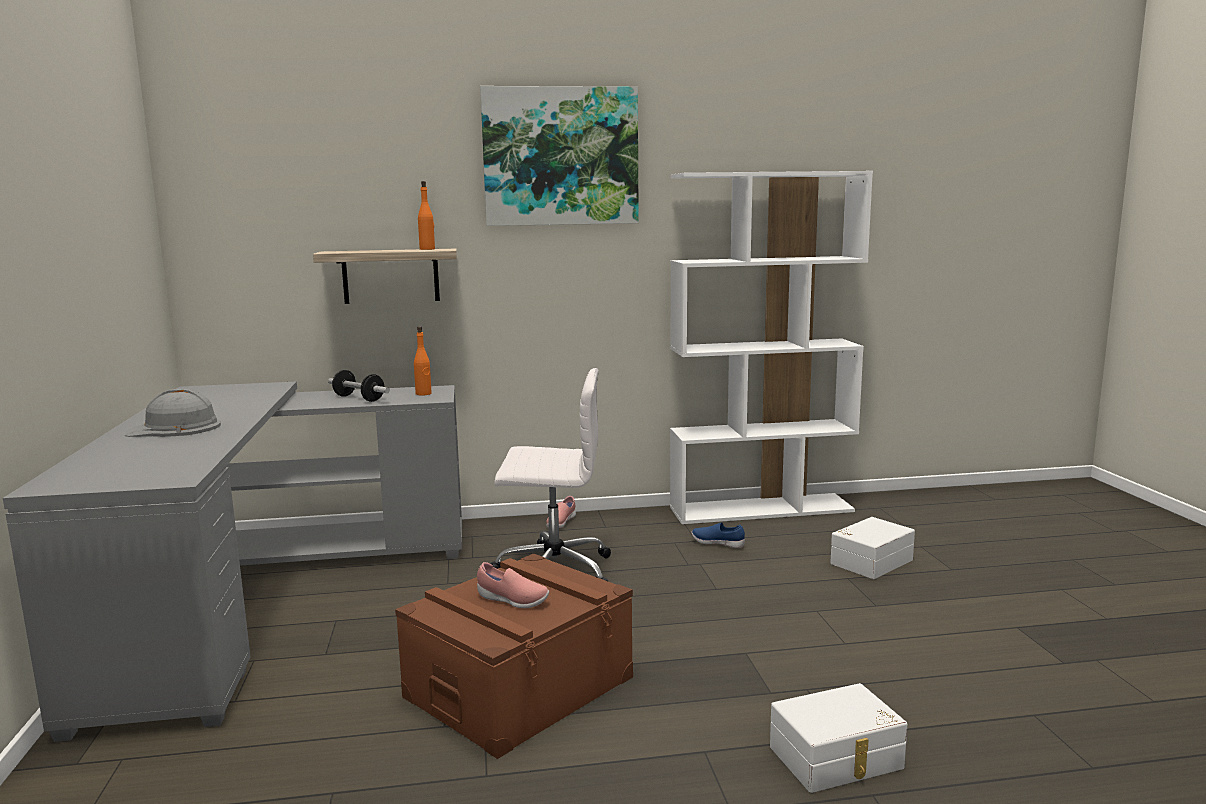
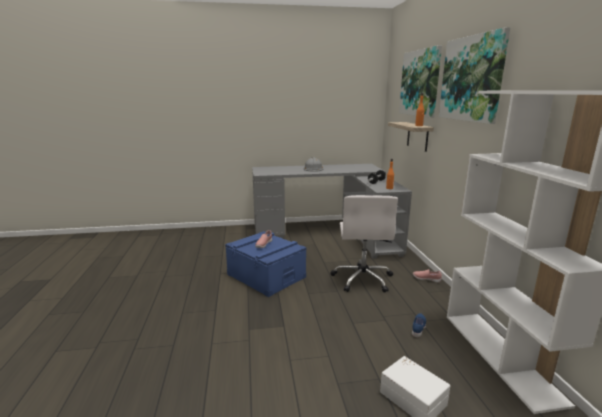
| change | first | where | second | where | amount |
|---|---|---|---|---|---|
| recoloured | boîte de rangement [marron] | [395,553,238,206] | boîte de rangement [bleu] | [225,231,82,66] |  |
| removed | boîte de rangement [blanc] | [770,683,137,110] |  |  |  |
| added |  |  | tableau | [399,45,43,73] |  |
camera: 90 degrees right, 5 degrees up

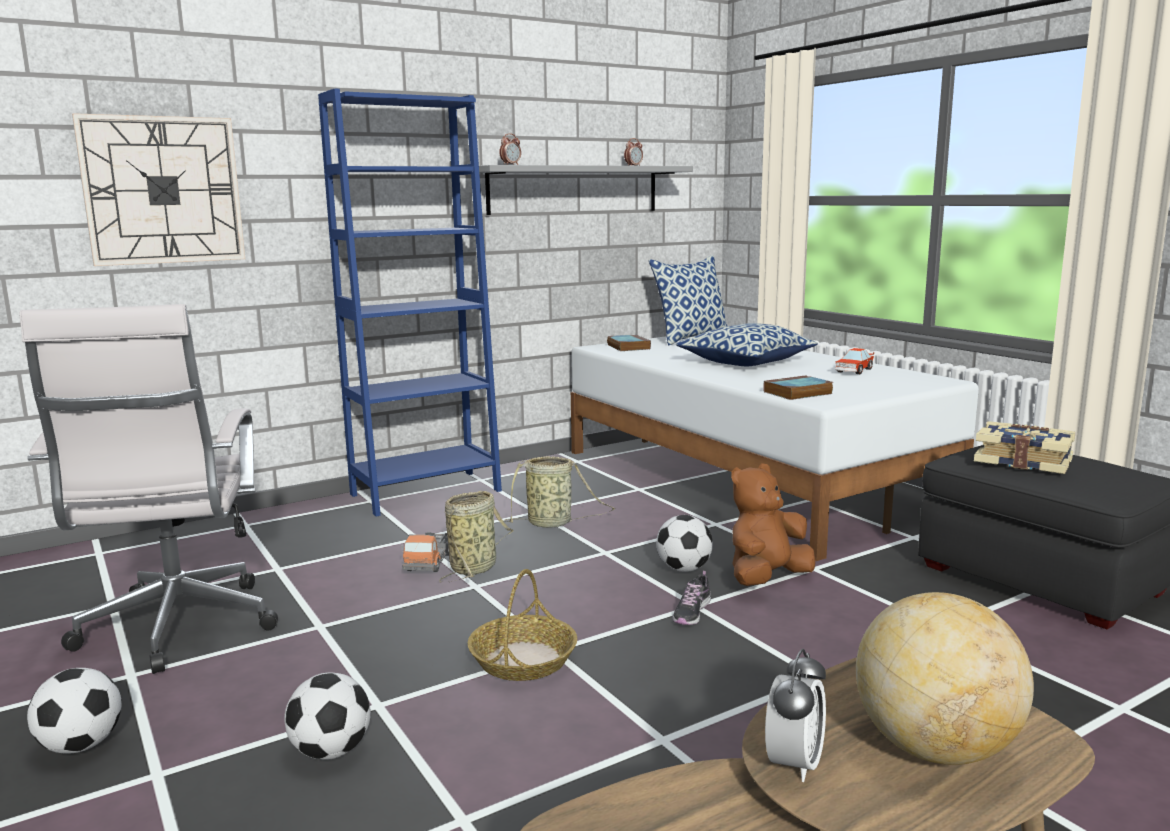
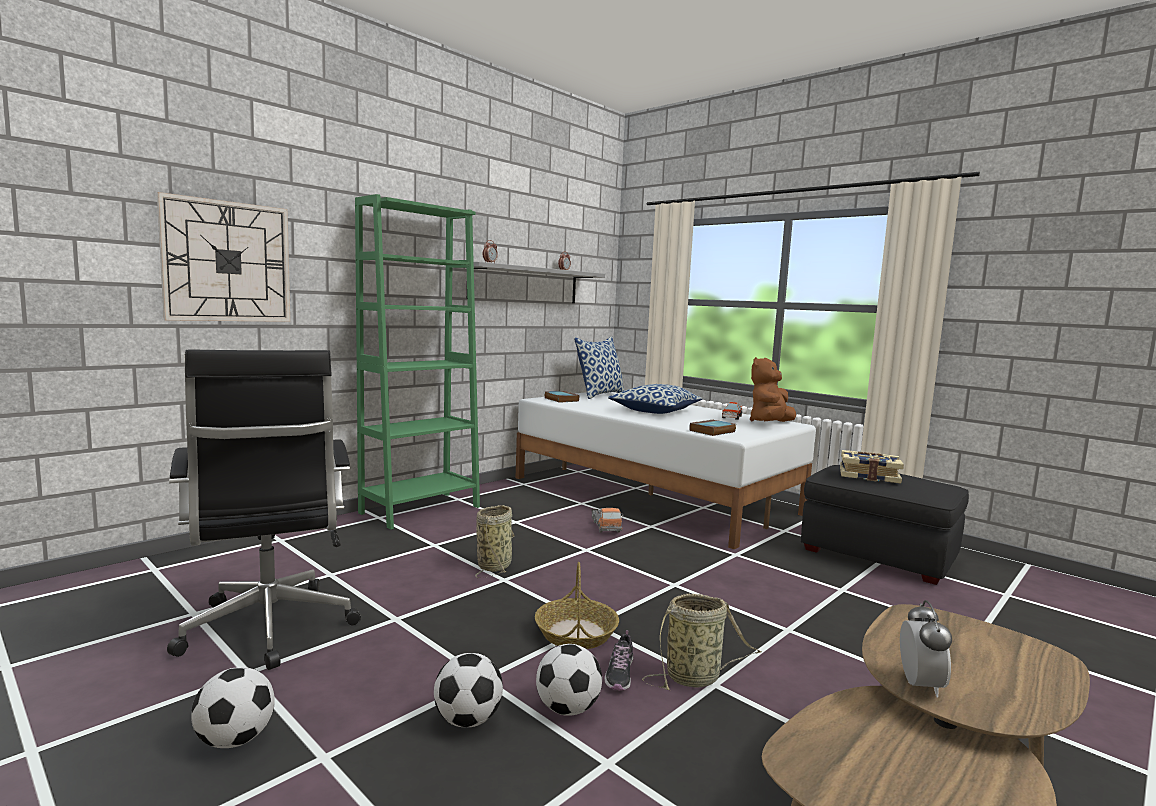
| change | first | where | second | where | amount |
|---|---|---|---|---|---|
| recoloured | chaise de bureau [blanc] | [19,304,259,370] | chaise de bureau [noir] | [167,350,194,320] |  |
| recoloured | bibliothèque [bleu] | [318,89,184,428] | bibliothèque [vert] | [355,194,125,336] |  |
| moved | camion jouet | [401,532,48,40] |  | [591,508,32,24] |  |
| moved | panier | [504,456,111,72] |  | [642,594,120,96] |  |
| moved | ballon de foot | [656,515,57,57] |  | [536,644,66,72] |  |
| moved | chaussure | [672,571,39,54] |  | [604,630,29,60] |  |
| moved | peluche [marron] | [731,463,85,123] |  | [750,357,46,65] |  |
| removed | globe | [856,592,178,173] |  |  |  |
camera: 15 degrees left, 5 degrees down

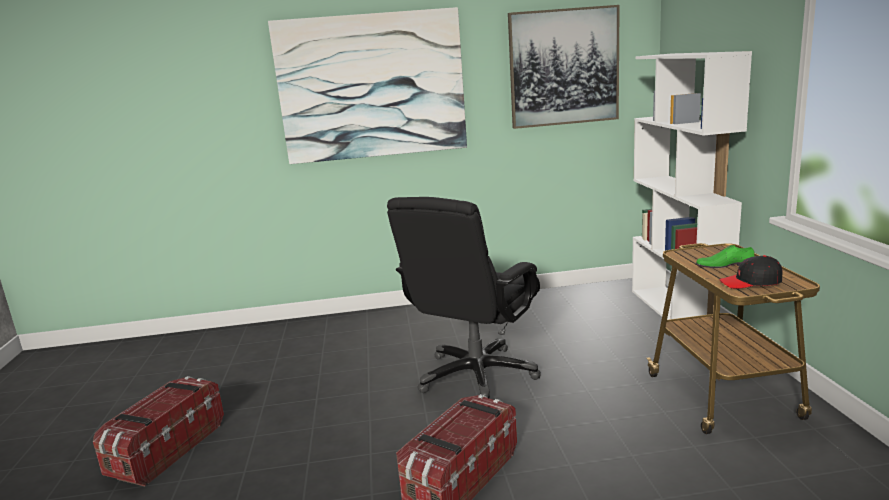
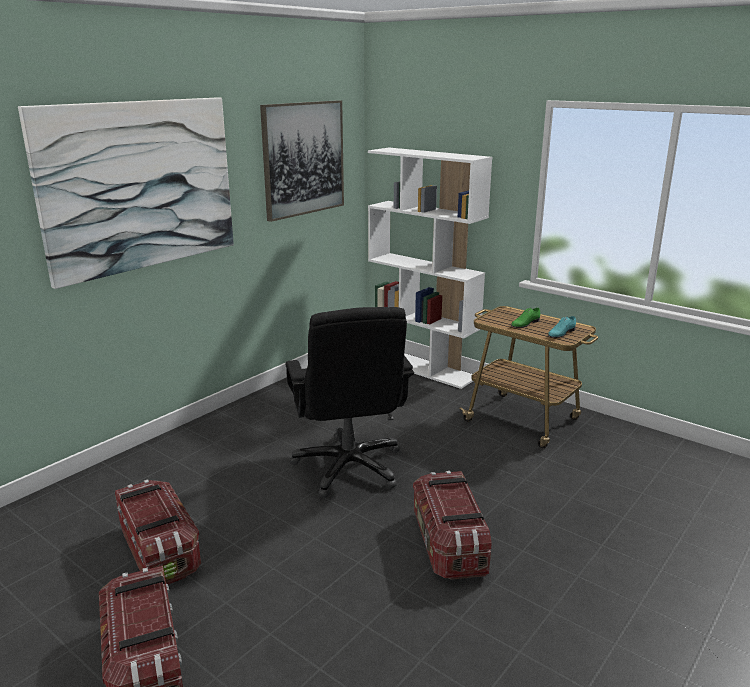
| change | first | where | second | where | amount |
|---|---|---|---|---|---|
| replaced | casquette [noir] | [719,255,63,34] | chaussure [turquoise] | [548,316,28,22] |  |
| added |  |  | boîte de rangement | [115,479,86,105] |  |
camera: 45 degrees left, 5 degrees up

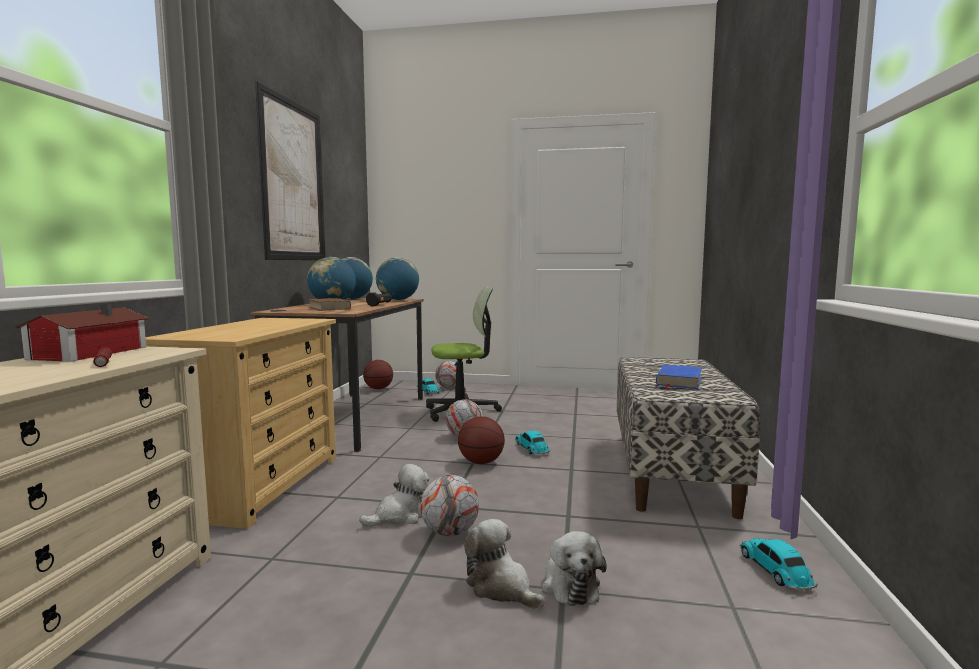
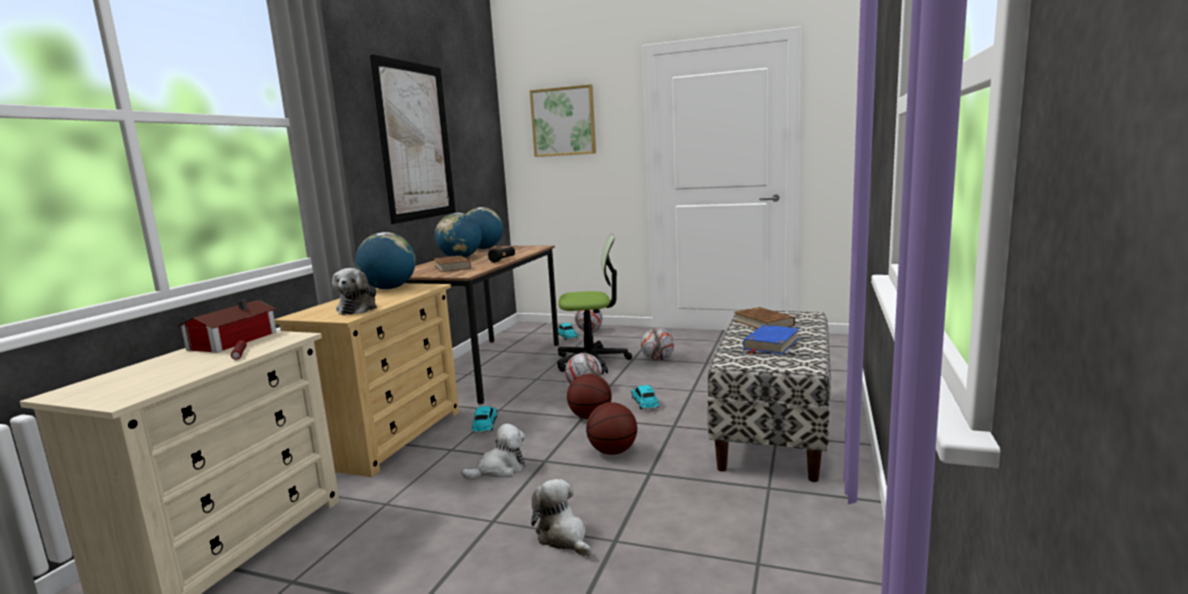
| change | first | where | second | where | amount |
|---|---|---|---|---|---|
| moved | ballon de basket | [363,360,30,29] |  | [586,402,51,53] |  |
| moved | globe | [376,257,43,43] |  | [356,232,60,57] |  |
| moved | ballon de foot | [420,475,59,61] |  | [641,328,33,33] |  |
| moved | peluche | [542,531,65,75] |  | [332,268,45,47] |  |
| moved | petite voiture | [740,538,78,53] |  | [471,406,26,27] |  |
| added |  |  | tableau | [530,84,66,73] |  |
| added |  |  | livre [marron] | [734,307,61,22] |  |
camera: 10 degrees right, 5 degrees up

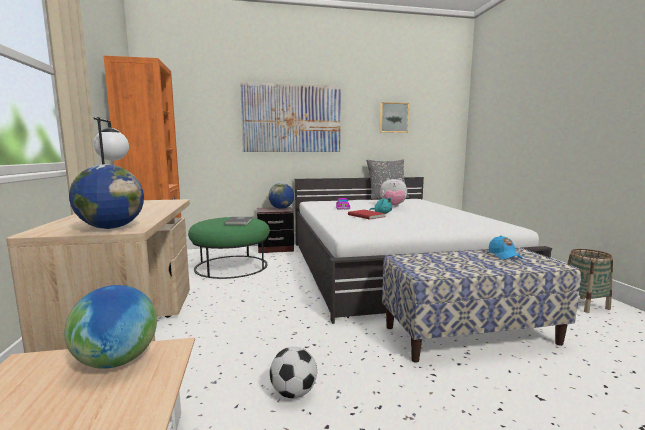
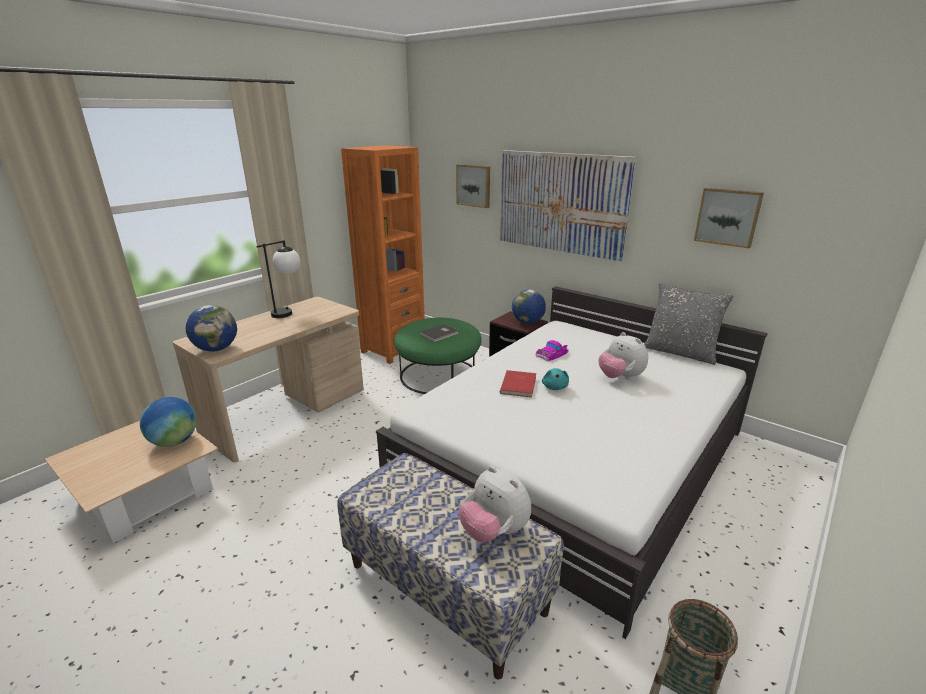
| change | first | where | second | where | amount |
|---|---|---|---|---|---|
| removed | ballon de foot | [270,347,47,51] |  |  |  |
| replaced | casquette [bleu] | [489,236,34,23] | peluche | [459,466,72,76] |  |
| added |  |  | tableau | [456,164,34,44] |  |
camera: 50 degrees right, 15 degrees up

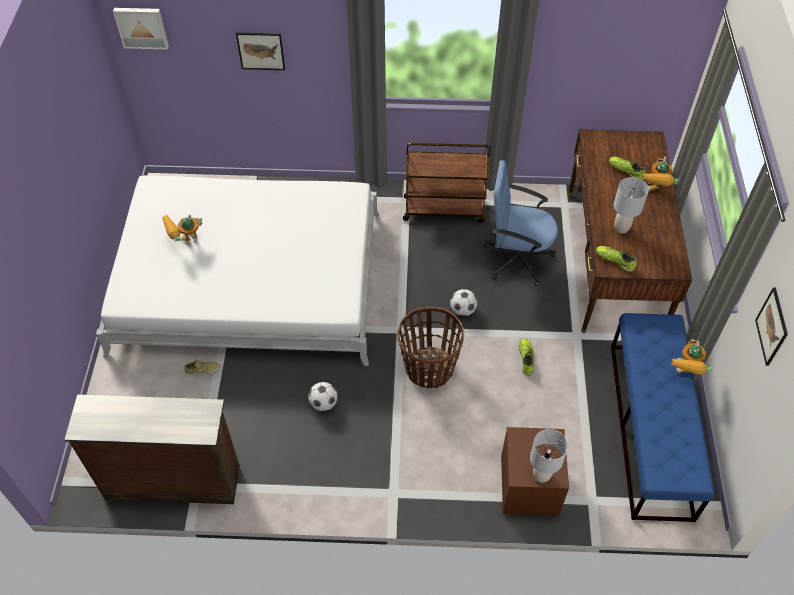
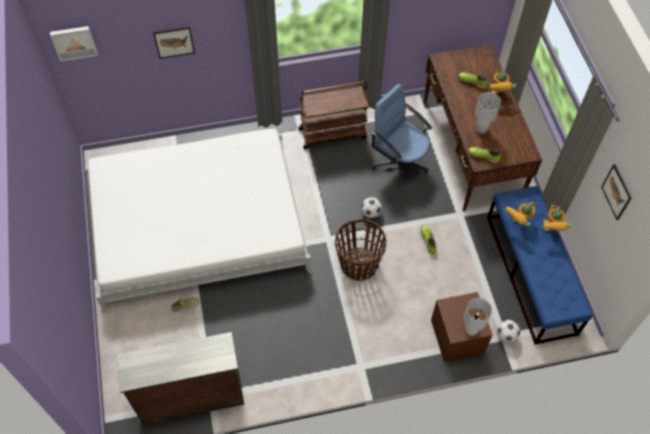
| change | first | where | second | where | amount |
|---|---|---|---|---|---|
| moved | robot jouet | [162,215,40,27] |  | [505,202,31,24] |  |
| moved | ballon de foot | [308,382,30,29] |  | [497,320,23,23] |  |
| turned | chaise de bureau [bleu] | [484,160,74,126] |  | [371,84,61,104] | 45 degrees clockwise |
camera: 15 degrees left, 5 degrees up

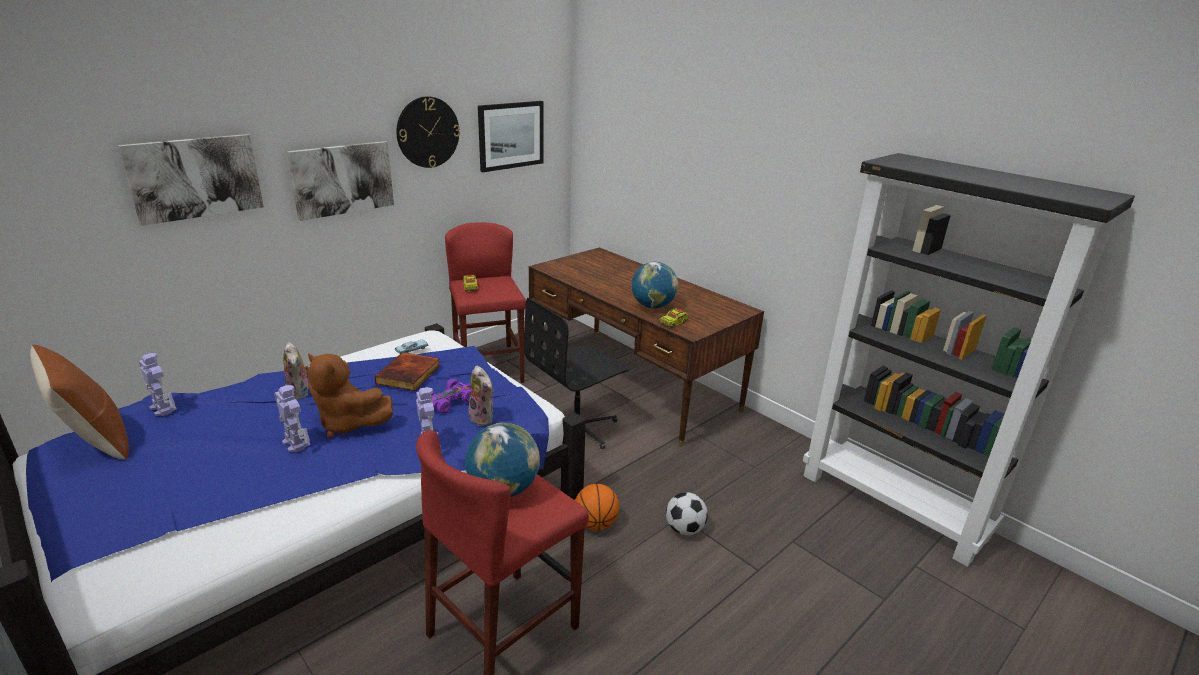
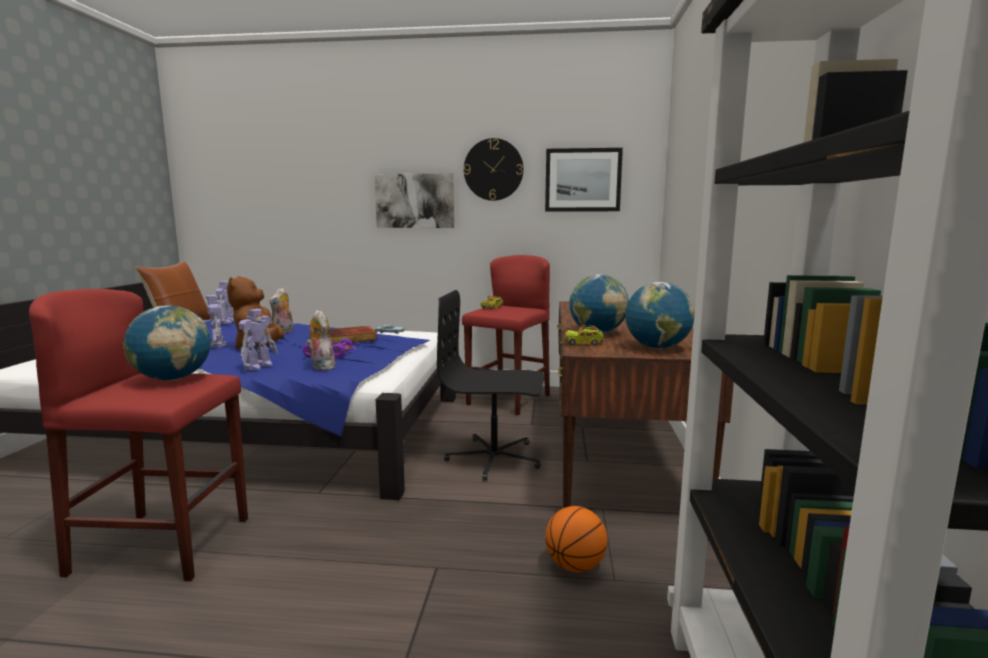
| change | first | where | second | where | amount |
|---|---|---|---|---|---|
| removed | tableau | [118,134,146,92] |  |  |  |
| turned | robot jouet | [274,385,36,67] |  | [206,295,21,53] | 150 degrees clockwise |
| turned | peluche | [469,365,25,61] |  | [306,310,29,60] | 135 degrees clockwise |
| moved | ballon de basket | [575,484,44,46] |  | [545,506,63,66] |  |
| removed | ballon de foot | [666,492,42,43] |  |  |  |
| added |  |  | globe | [625,282,70,67] |  |
camera: 50 degrees right, 15 degrees down

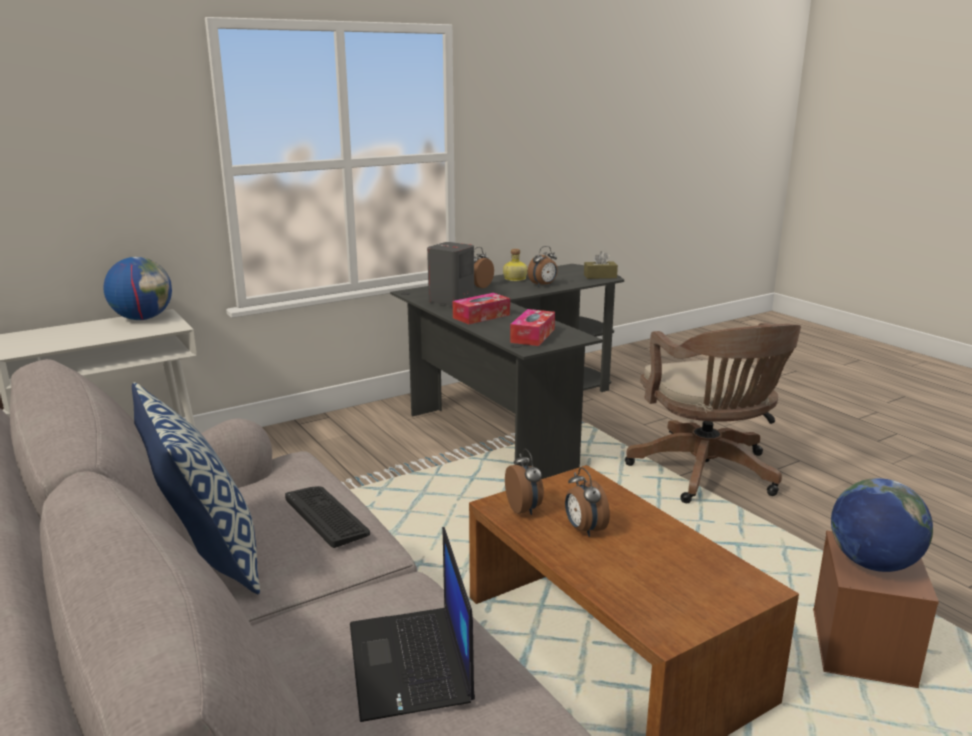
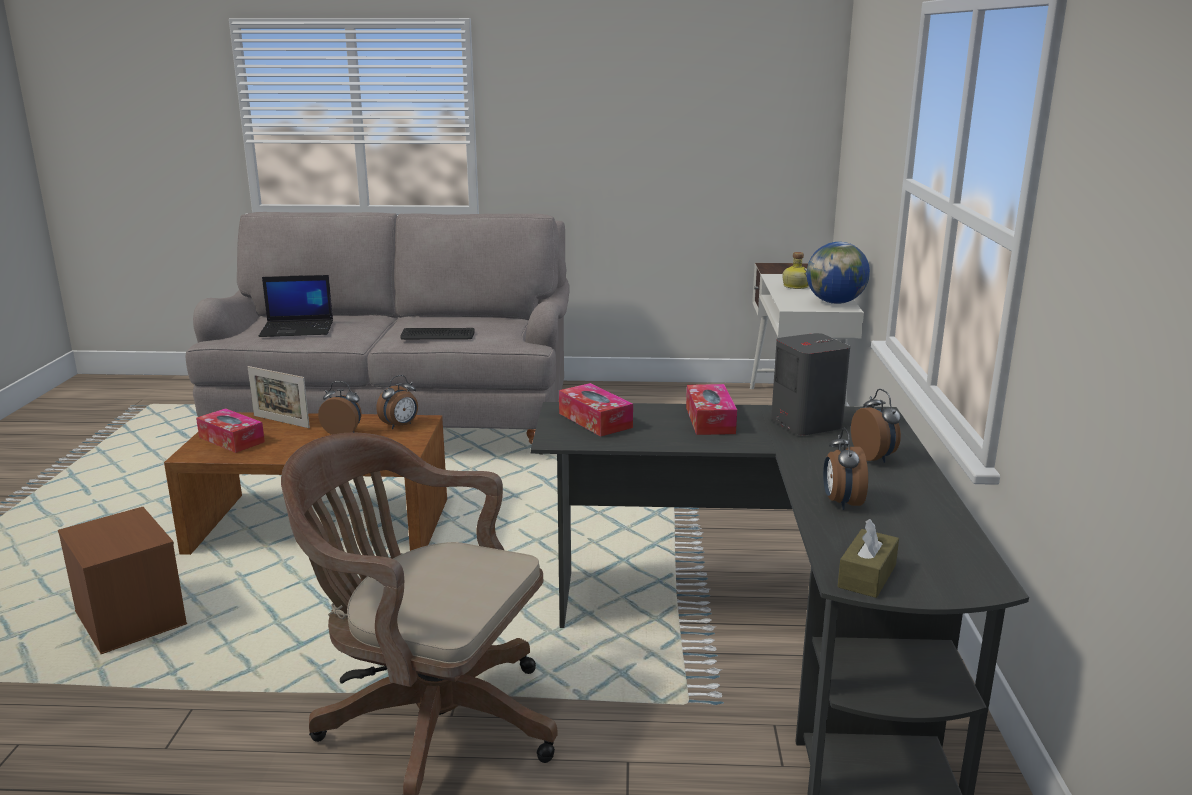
| change | first | where | second | where | amount |
|---|---|---|---|---|---|
| removed | coussin | [132,382,128,212] |  |  |  |
| turned | ordinateur portable | [350,527,125,195] |  | [259,275,74,62] | 150 degrees clockwise |
| moved | bouteille | [503,249,25,32] |  | [782,252,27,37] |  |
| turned | réveil | [505,448,39,67] |  | [376,375,42,54] | 60 degrees counterclockwise |
| removed | globe | [831,478,102,94] |  |  |  |
| added |  |  | boîte à mouchoirs | [196,408,69,45] |  |
| added |  |  | cadre photo | [248,366,62,62] |  |
camera: 125 degrees right, 0 degrees up

